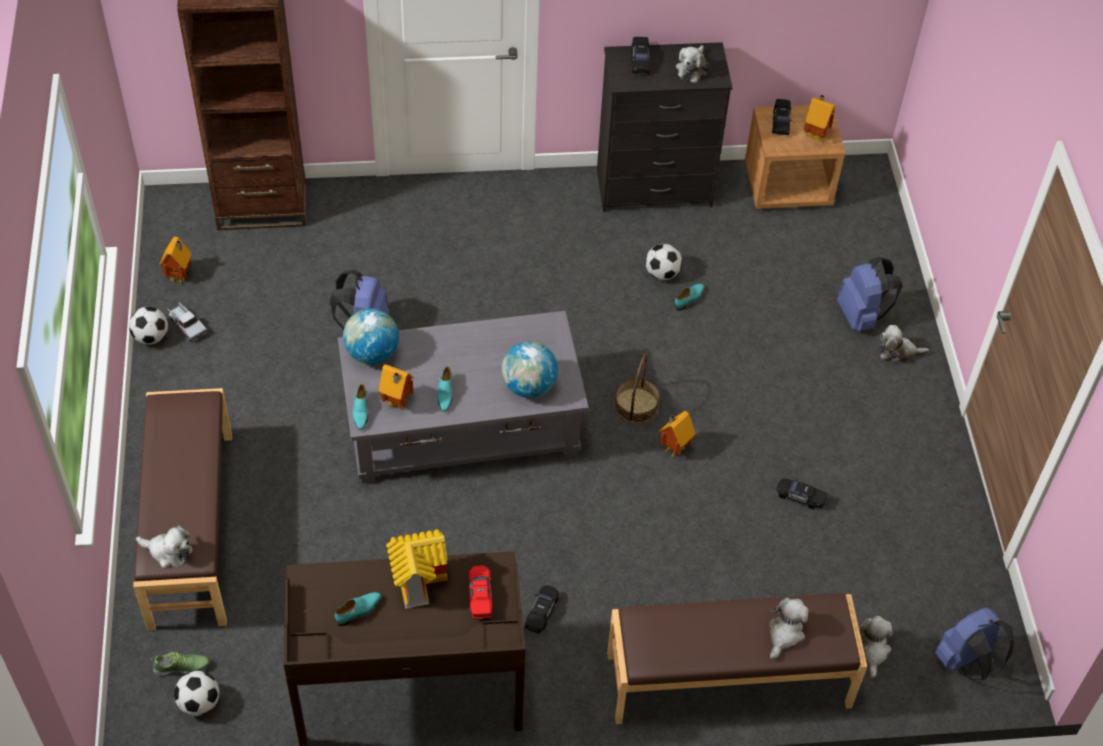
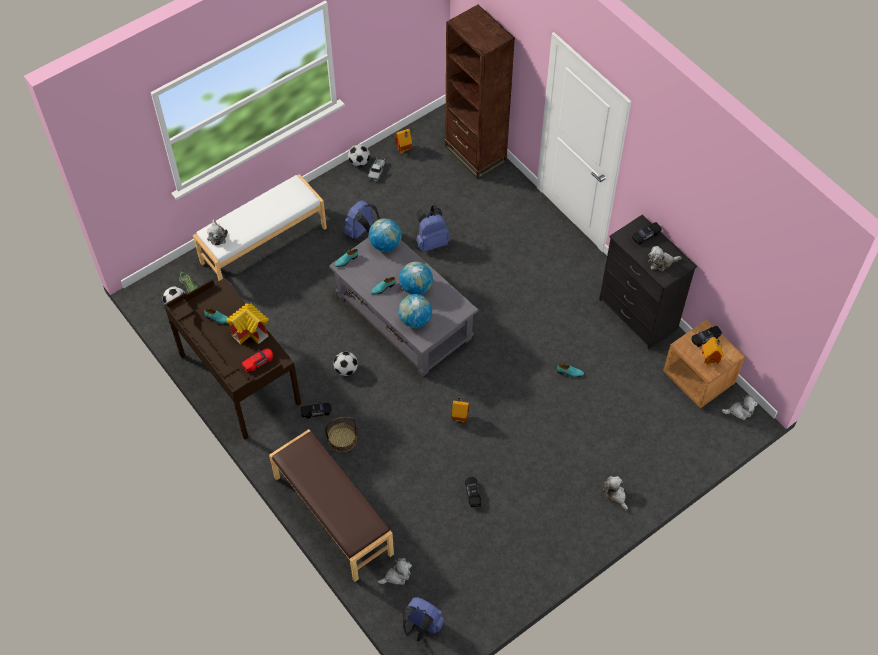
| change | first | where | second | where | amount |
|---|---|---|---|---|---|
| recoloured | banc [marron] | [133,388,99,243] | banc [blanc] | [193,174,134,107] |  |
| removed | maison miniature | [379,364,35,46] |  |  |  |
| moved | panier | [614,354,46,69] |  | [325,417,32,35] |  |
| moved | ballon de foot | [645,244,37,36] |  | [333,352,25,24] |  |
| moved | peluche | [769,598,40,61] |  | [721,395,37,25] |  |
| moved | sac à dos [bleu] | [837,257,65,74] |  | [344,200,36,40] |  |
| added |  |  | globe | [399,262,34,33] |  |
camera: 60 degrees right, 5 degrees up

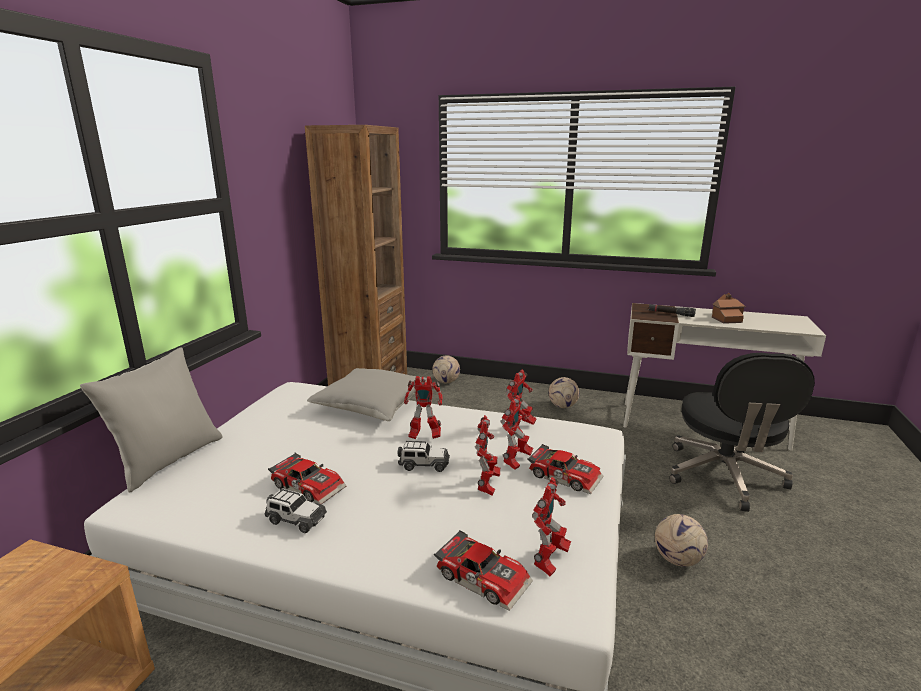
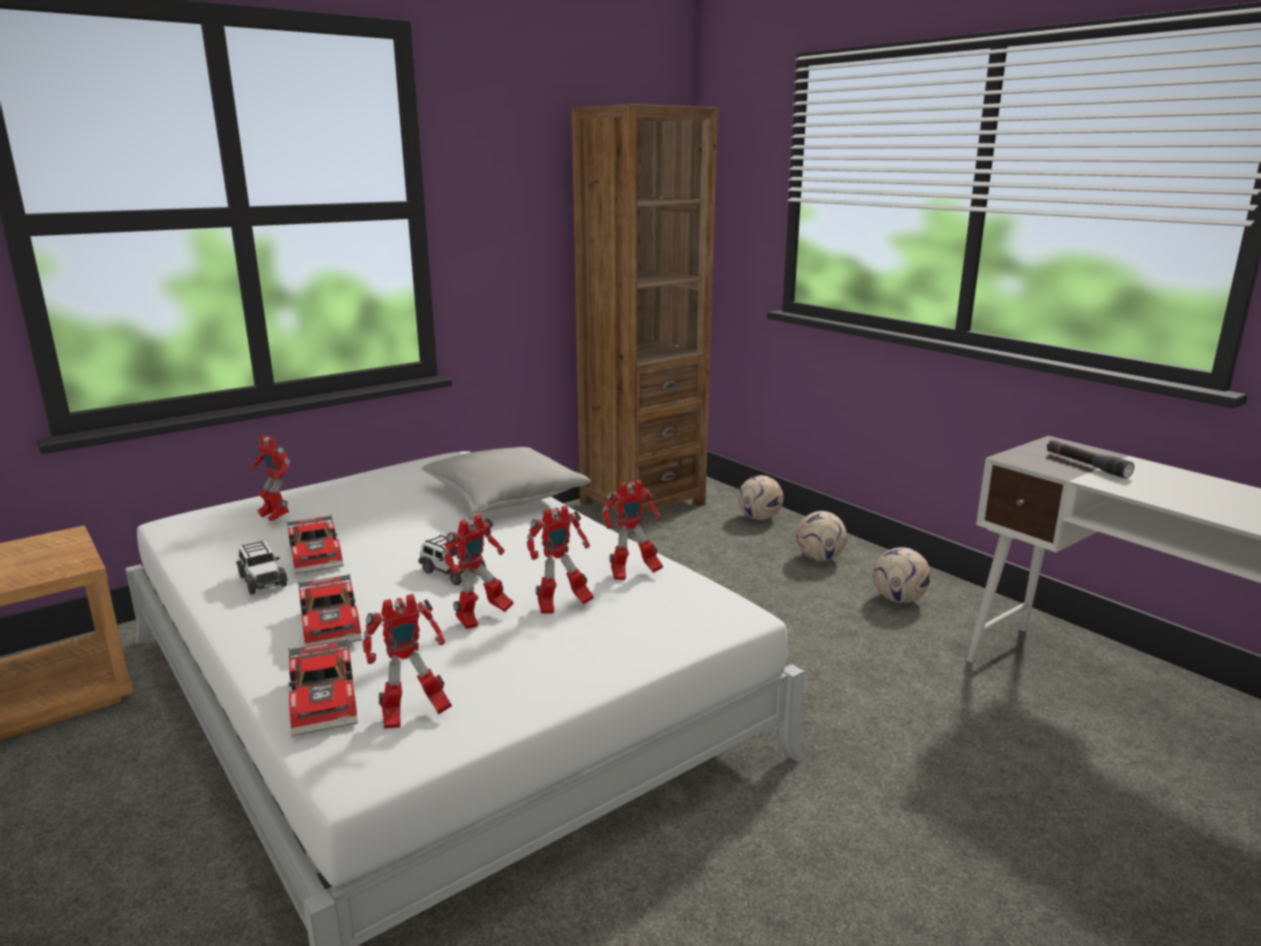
| change | first | where | second | where | amount |
|---|---|---|---|---|---|
| removed | coussin [gris] | [80,347,142,146] |  |  |  |
| moved | robot jouet | [404,376,39,63] |  | [251,435,40,86] |  |
| moved | petite voiture | [527,444,77,50] |  | [298,573,64,74] |  |
| moved | ballon de foot | [655,514,53,53] |  | [796,511,51,50] |  |
| removed | chaise de bureau [noir] | [669,353,146,159] |  |  |  |
| removed | maison miniature | [712,293,34,31] |  |  |  |
camera: 35 degrees right, 0 degrees up

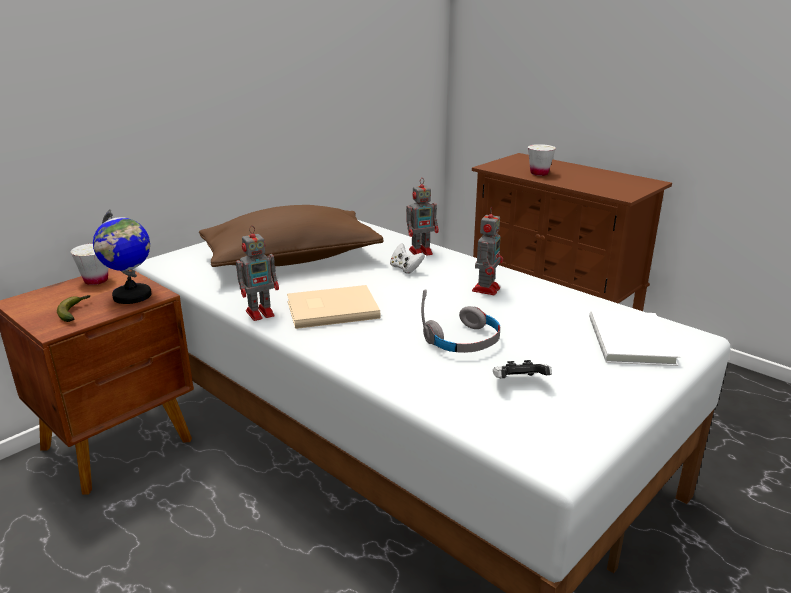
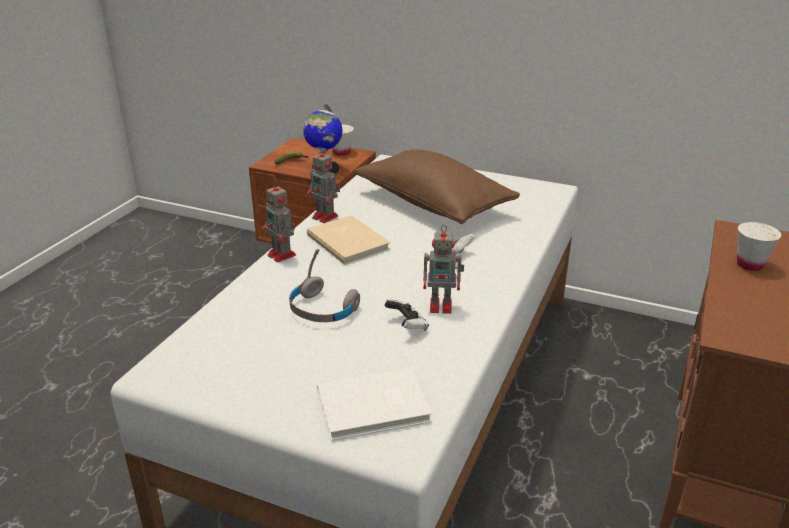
| change | first | where | second | where | amount |
|---|---|---|---|---|---|
| moved | robot jouet | [406,178,33,78] |  | [262,180,34,82] |  |
| moved | manette | [493,360,59,18] |  | [385,300,44,31] |  |
camera: 70 degrees right, 5 degrees up

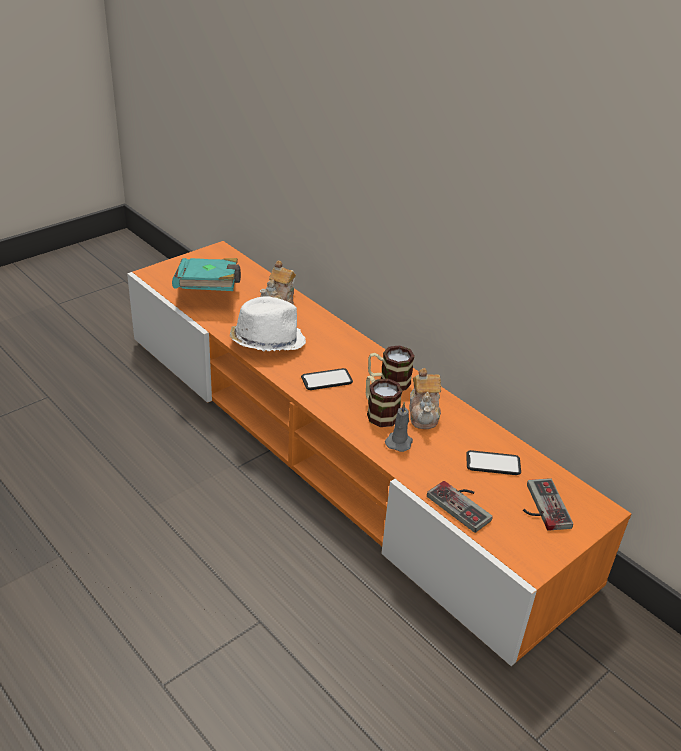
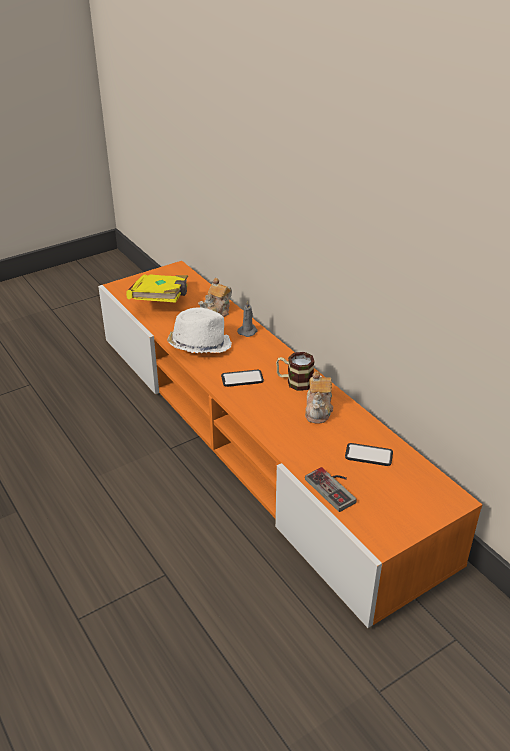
| change | first | where | second | where | amount |
|---|---|---|---|---|---|
| recoloured | livre [turquoise] | [172,258,69,33] | livre [jaune] | [126,274,62,29] |  |
| removed | mug | [366,376,36,51] |  |  |  |
| moved | bougie [gris] | [385,402,28,50] |  | [237,300,21,37] |  |
| removed | manette | [523,478,50,53] |  |  |  |
camera: 10 degrees right, 0 degrees up

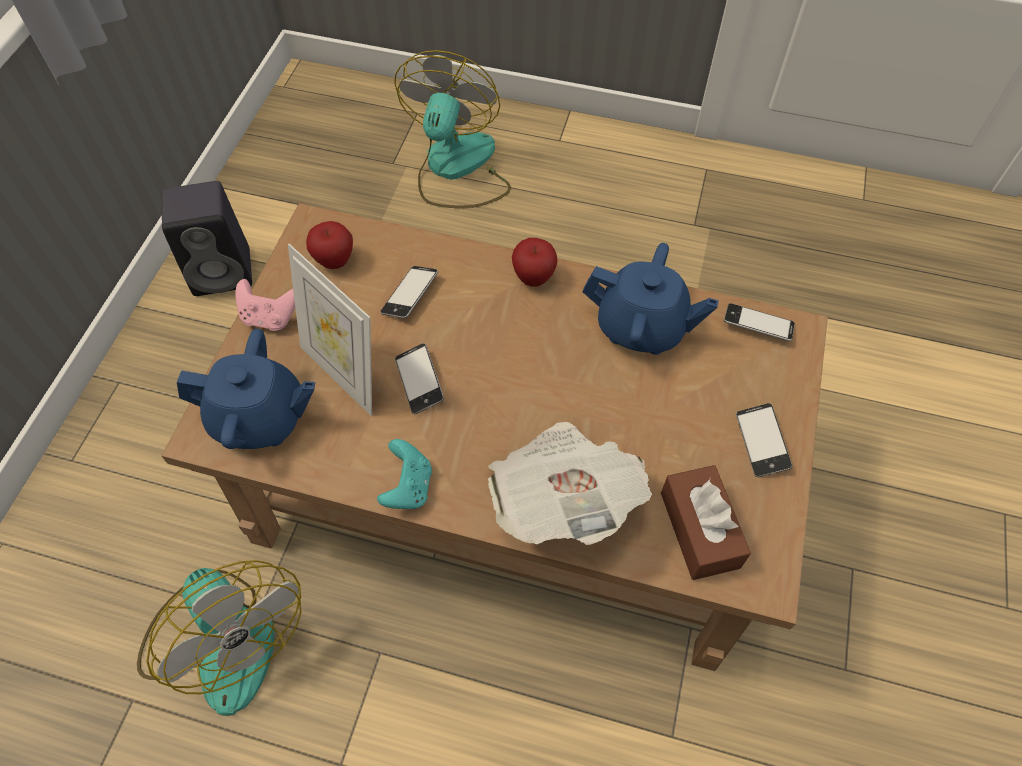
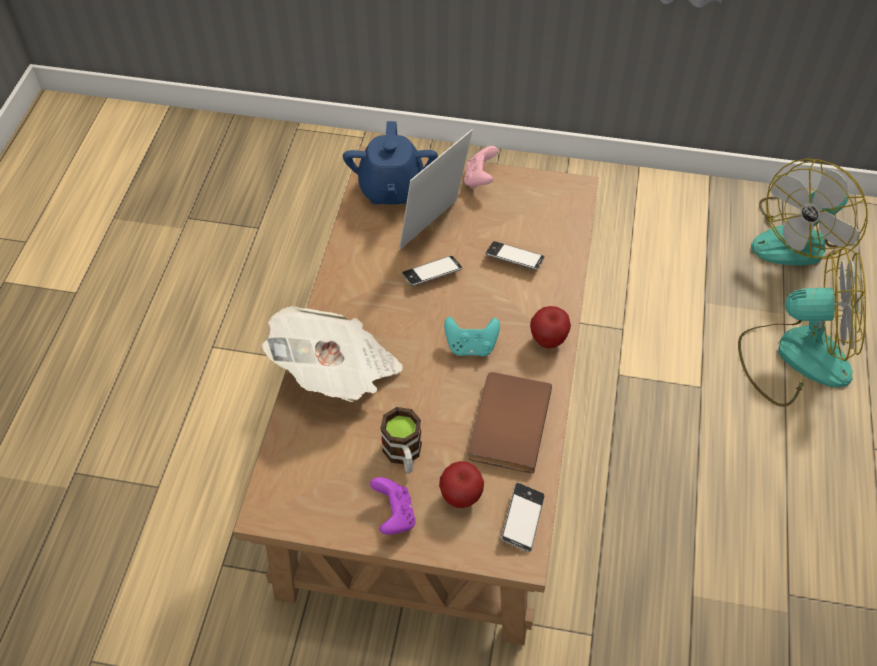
| change | first | where | second | where | amount |
|---|---|---|---|---|---|
| moved | ventilateur | [137,560,164,156] |  | [751,159,117,107] |  |
| removed | enceinte [noir] | [162,181,90,115] |  |  |  |
| moved | pomme | [306,221,47,48] |  | [439,461,45,47] |  |
| moved | manette [turquoise] | [377,439,55,70] |  | [444,317,56,40] |  |
| replaced | théière [bleu] | [582,243,137,112] | livre [marron] | [468,372,84,102] |  |
| removed | boîte à mouchoirs [marron] | [661,465,90,115] |  |  |  |
| replaced | téléphone | [736,403,56,74] | manette [violet] | [370,477,46,58] |  |
| added |  |  | mug | [380,407,42,66] |  |
camera: 85 degrees right, 5 degrees down

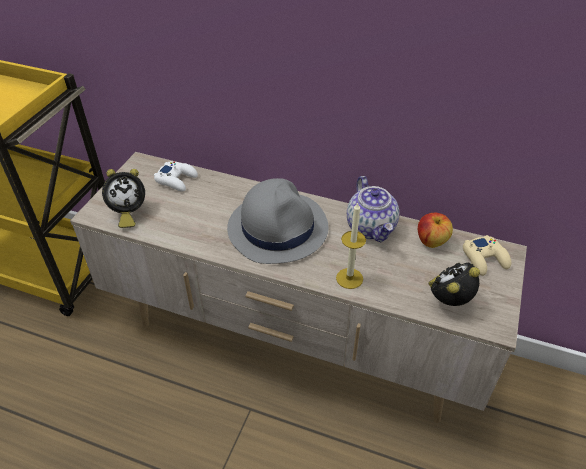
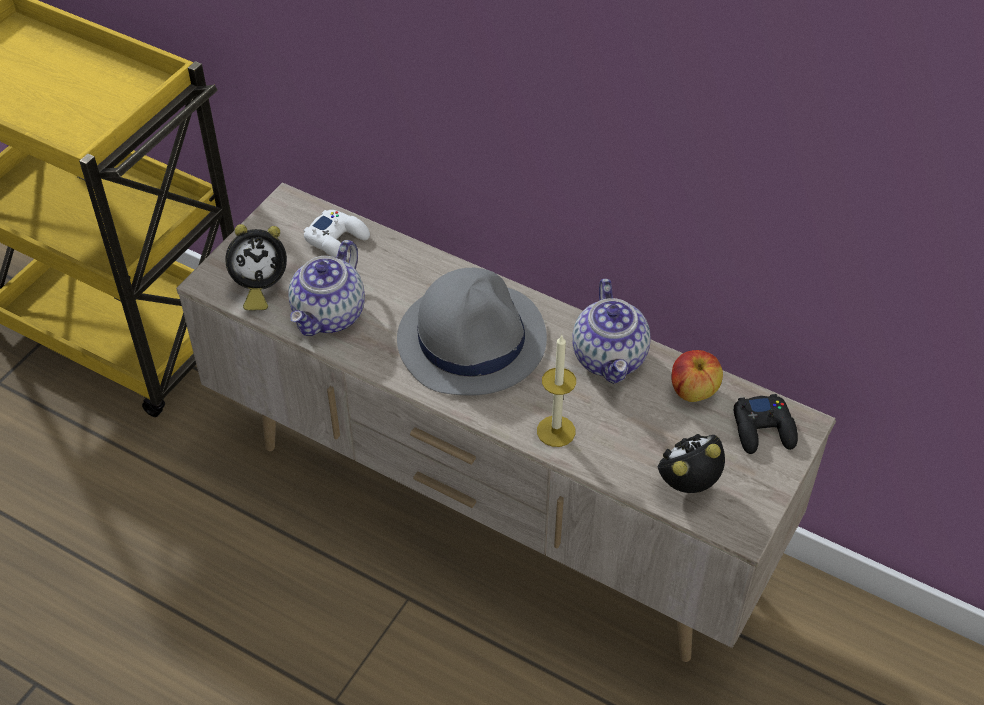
| change | first | where | second | where | amount |
|---|---|---|---|---|---|
| recoloured | manette [beige] | [463,235,48,41] | manette [noir] | [734,394,64,60] |  |
| added |  |  | théière | [288,240,77,96] |  |
camera: 10 degrees right, 5 degrees up

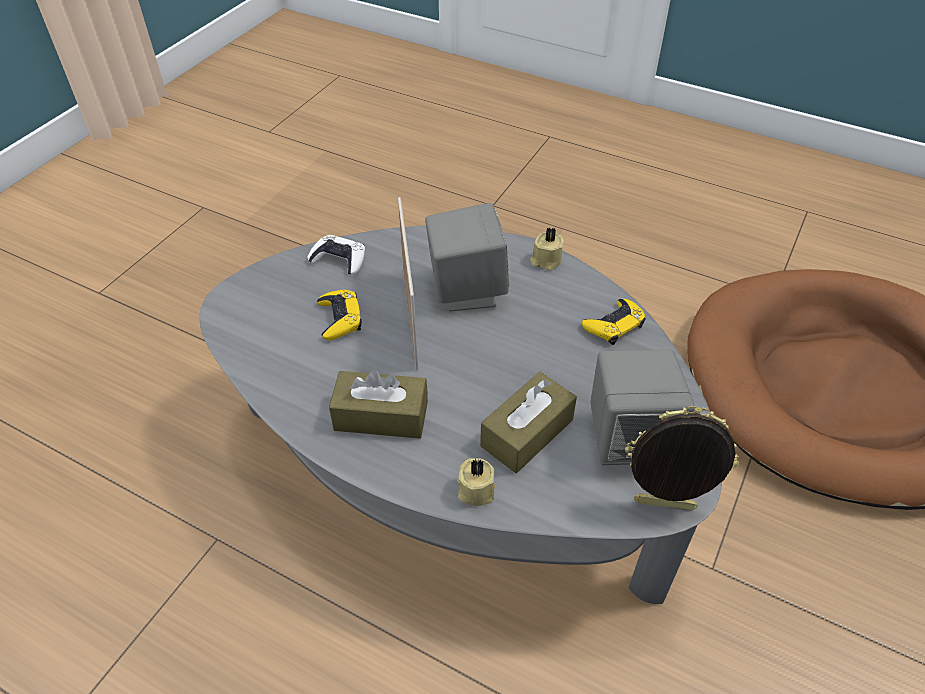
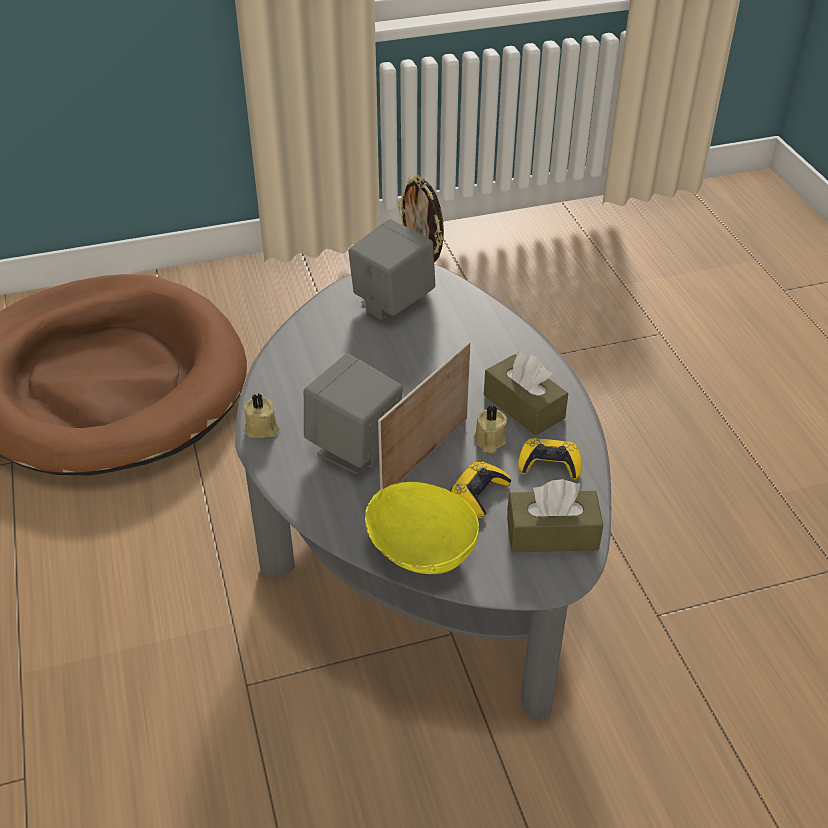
| change | first | where | second | where | amount |
|---|---|---|---|---|---|
| replaced | manette [blanc] | [307,235,58,41] | bol [jaune] | [365,482,114,92] |  |
| moved | bougie [beige] | [458,458,37,48] |  | [474,405,33,48] |  |
| moved | boîte à mouchoirs [marron] | [480,372,97,101] |  | [507,479,96,73] |  |
| moved | manette [jaune] | [582,299,64,46] |  | [518,438,64,41] |  |
camera: 135 degrees left, 5 degrees down

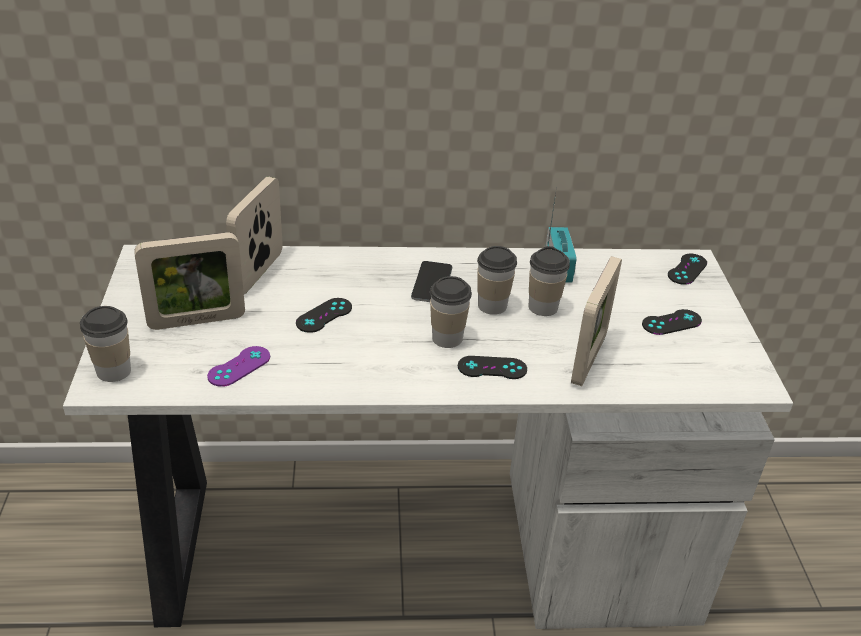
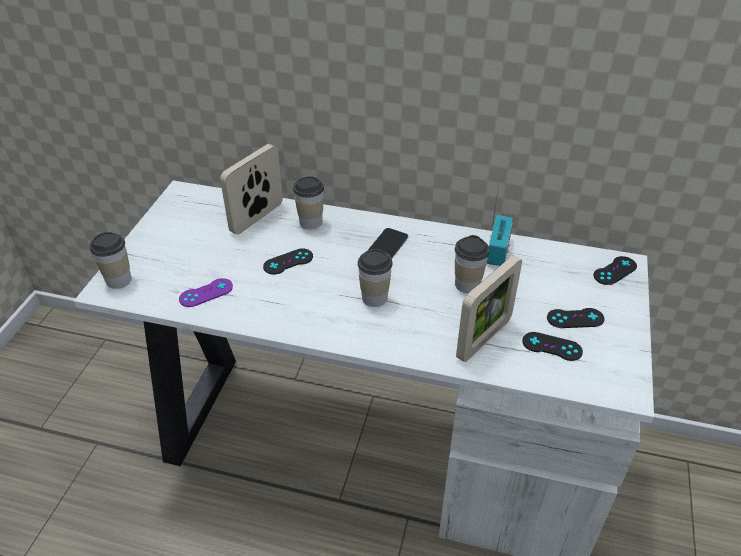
| change | first | where | second | where | amount |
|---|---|---|---|---|---|
| removed | cadre photo | [134,232,111,98] |  |  |  |
| moved | manette [noir] | [458,356,69,23] |  | [522,332,61,29] |  |
| moved | tasse | [477,246,40,69] |  | [293,176,31,53] |  |
camera: 20 degrees right, 5 degrees up

